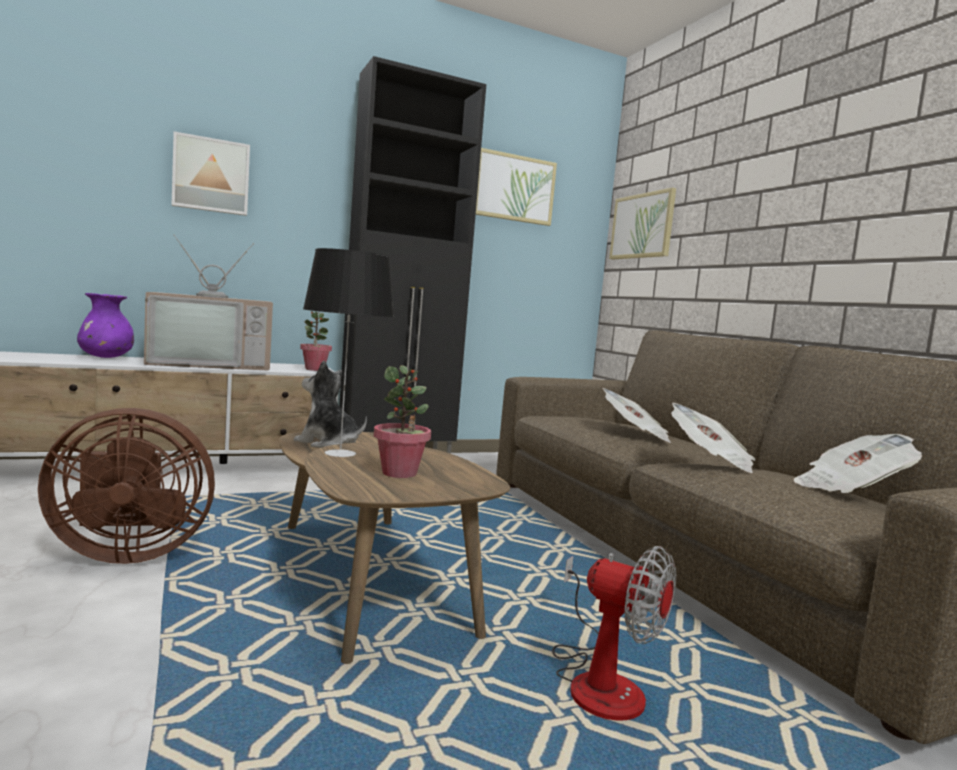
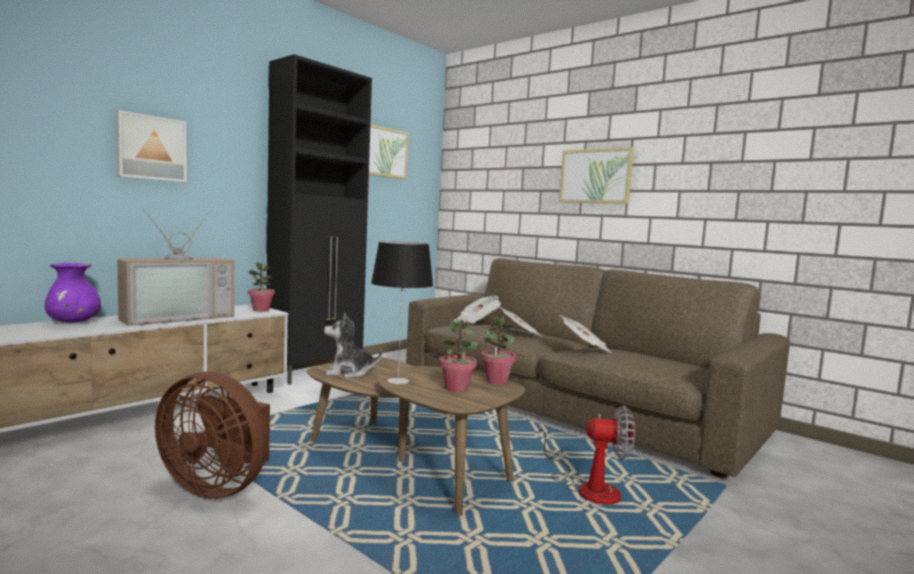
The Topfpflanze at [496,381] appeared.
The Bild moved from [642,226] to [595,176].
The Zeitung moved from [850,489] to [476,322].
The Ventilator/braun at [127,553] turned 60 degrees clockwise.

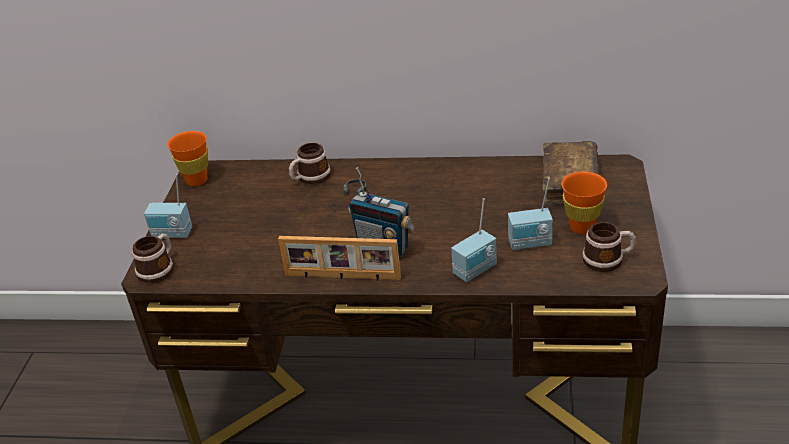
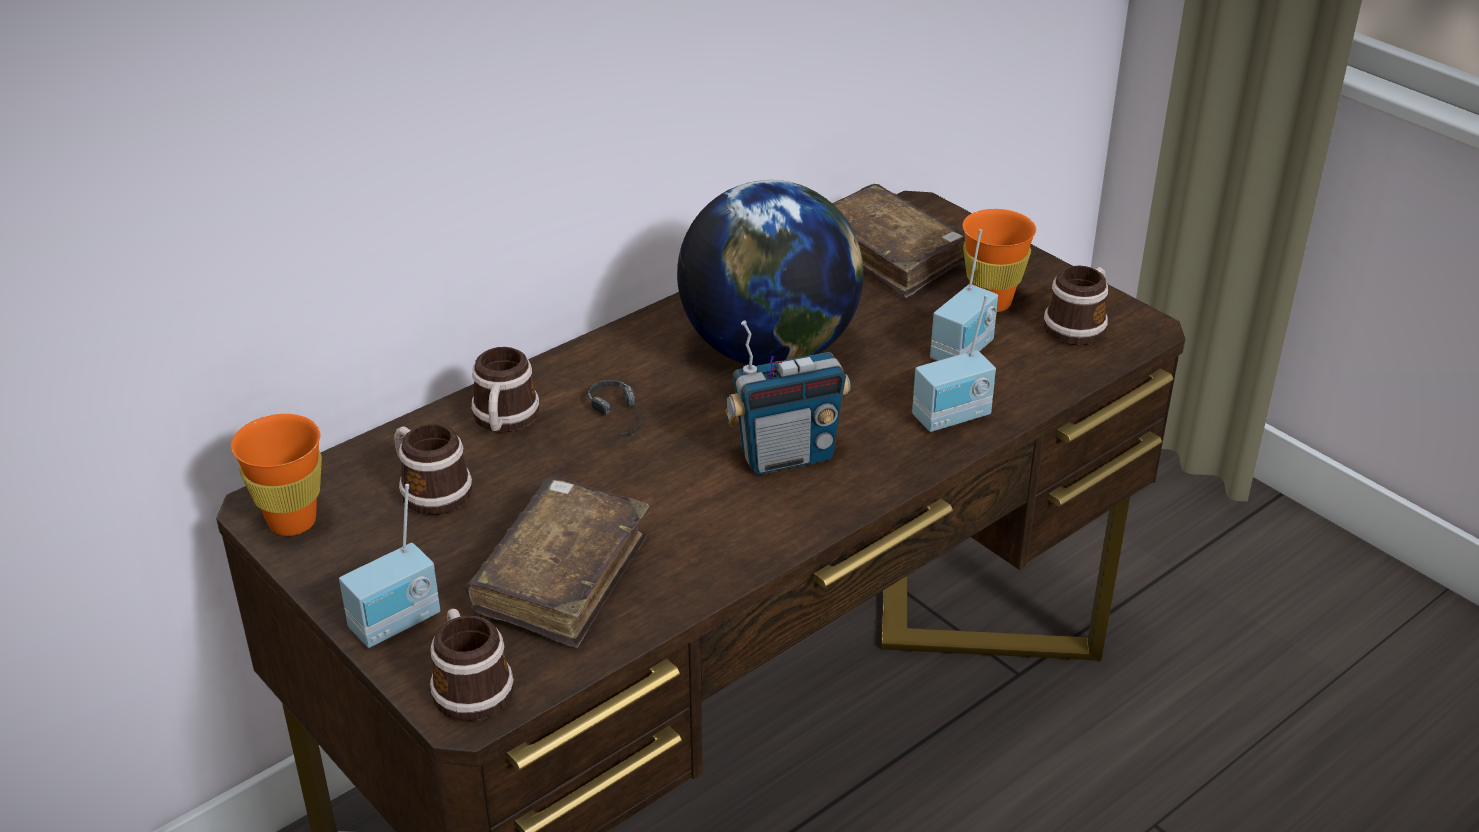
The Bilderrahmen at [342,277] disappeared.
The Henkelbecher at [430,489] appeared.
The Buch/braun at [562,577] appeared.
The Globus at [769,351] appeared.
The Radio at [476,270] turned 60 degrees clockwise.

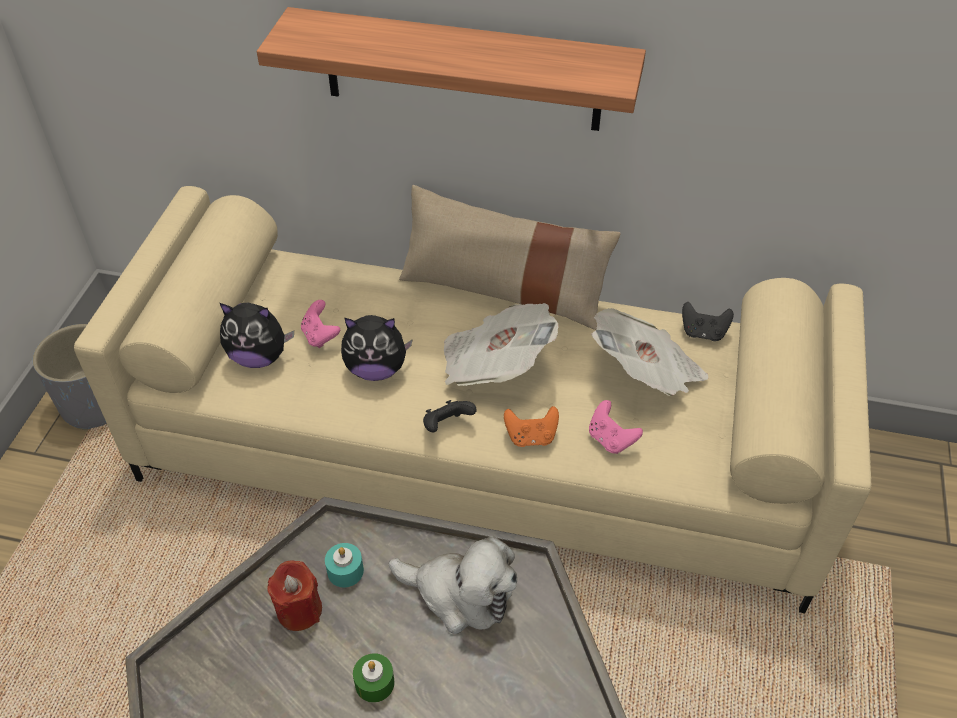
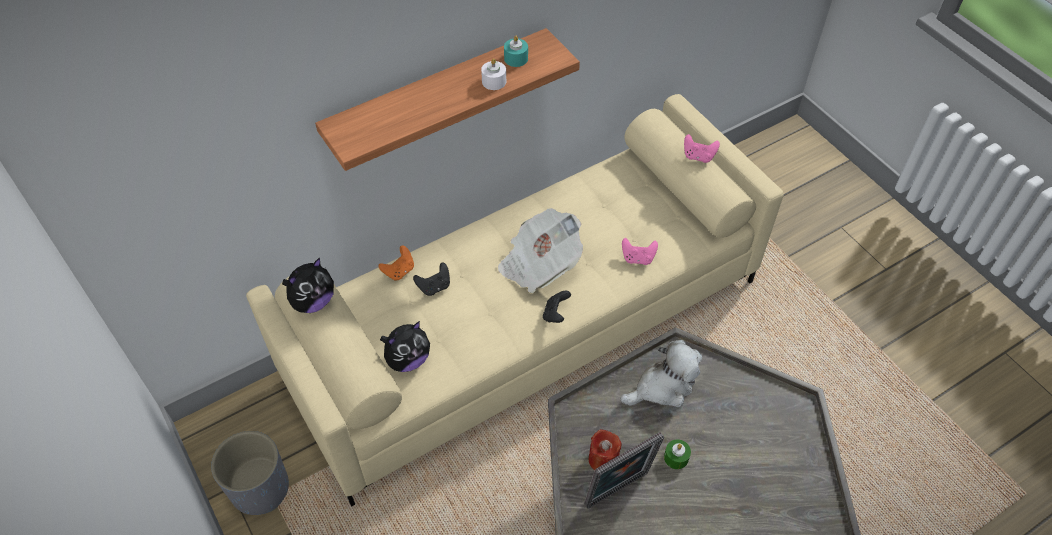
The Kissen/beige at [504,289] disappeared.
The Zeitung at [646,374] disappeared.
The Kerze/weiß at [494,81] appeared.
The Bilderrahmen at [618,492] appeared.
The Gamepad/rosa moved from [320,336] to [698,156].
The Kerze/türkis moved from [345,571] to [516,58].
The Plüschtier moved from [376,369] to [313,302].
The Gamepad/orange moved from [531,437] to [399,271].
The Gamepad/schwarz moved from [703,333] to [434,287].

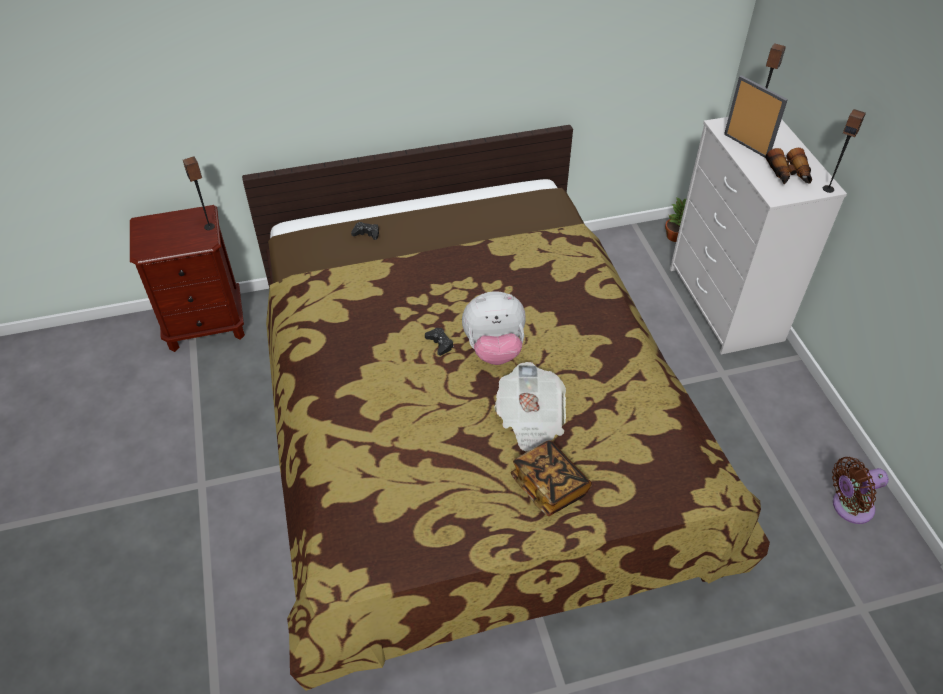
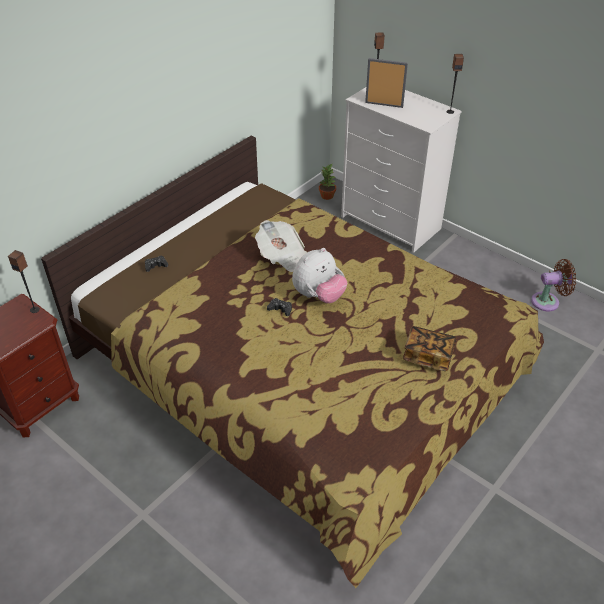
The Fernglas at [788,175] disappeared.
The Zeitung moved from [530,419] to [281,256].
The Ventilator/braun at [848,507] turned 135 degrees counterclockwise.

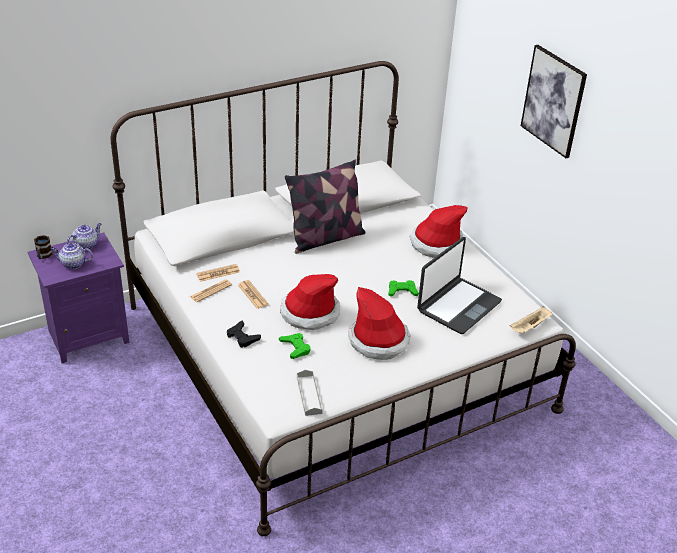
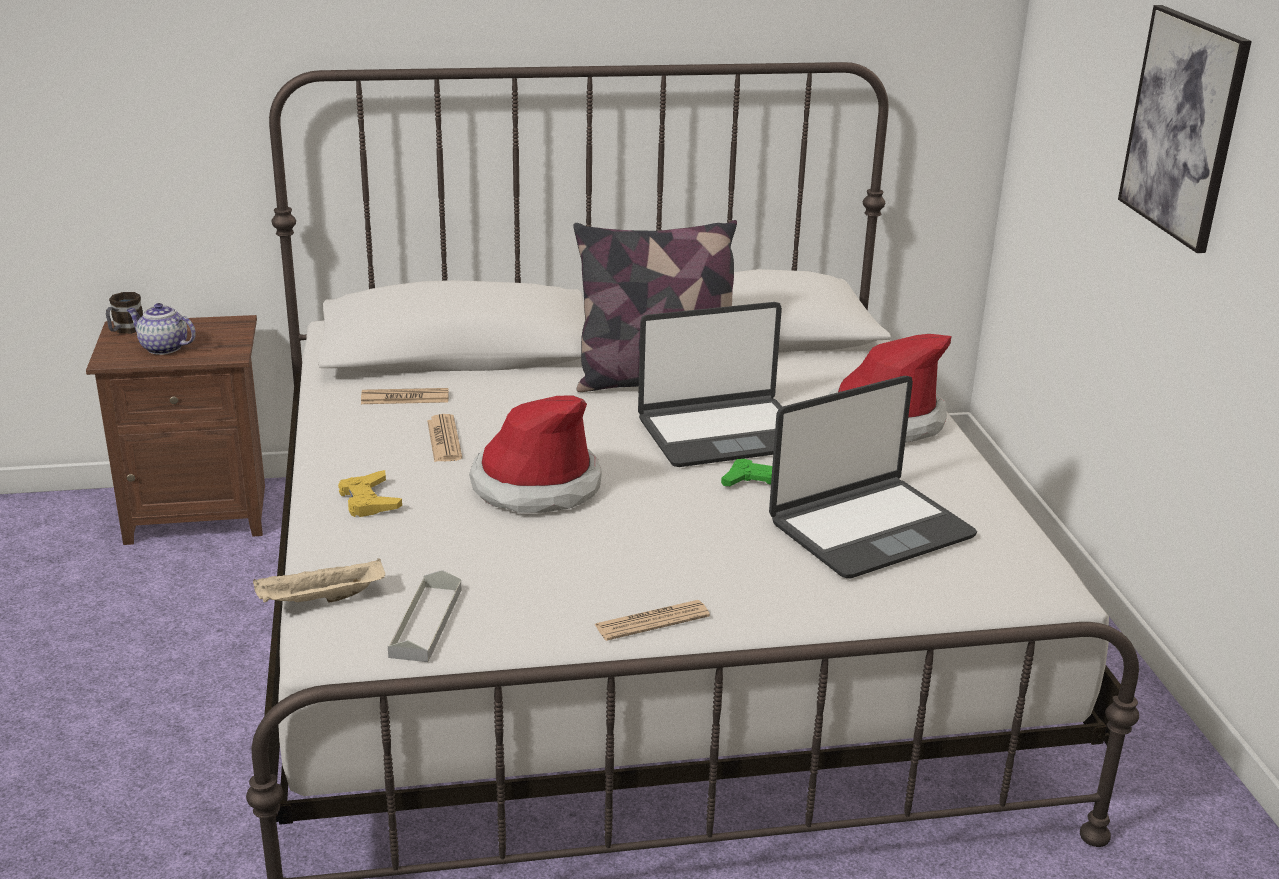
The Teekanne at [86,245] disappeared.
The Gamepad/grün at [295,348] disappeared.
The Hut at [378,341] disappeared.
The Laptop at [723,433] appeared.
The Zeitung moved from [211,291] to [652,621].
The Tablett/beige moved from [530,327] to [320,600].
The Nachttisch/lila at [87,336] became the Nachttisch/braun at [198,512].
The Gamepad/schwarz at [242,337] became the Gamepad/gelb at [369,500].

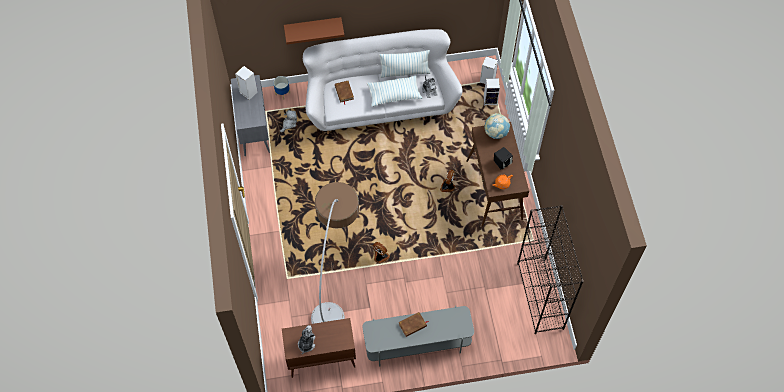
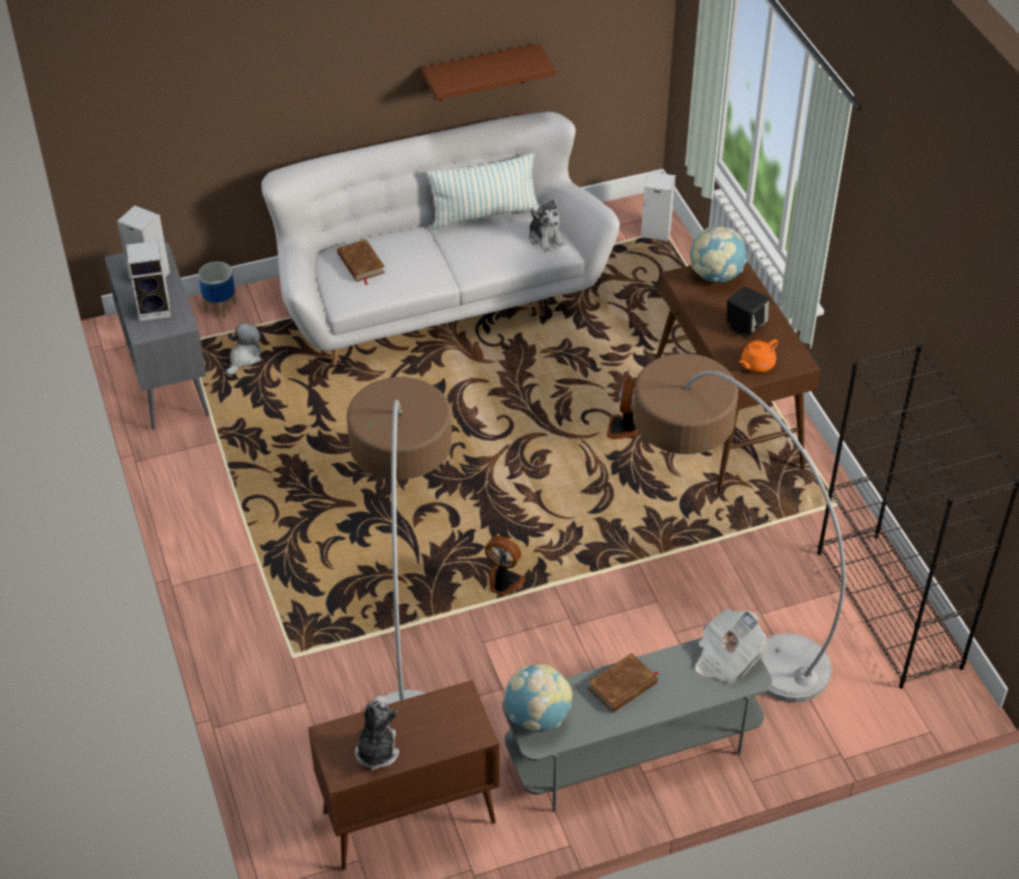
The Kissen at [394,95] disappeared.
The Globus at [537,717] appeared.
The Stehlampe at [718,600] appeared.
The Zeitung at [727,658] appeared.
The Wandregal/braun moved from [313,27] to [481,73].
The Lautsprecher moved from [490,100] to [155,308].

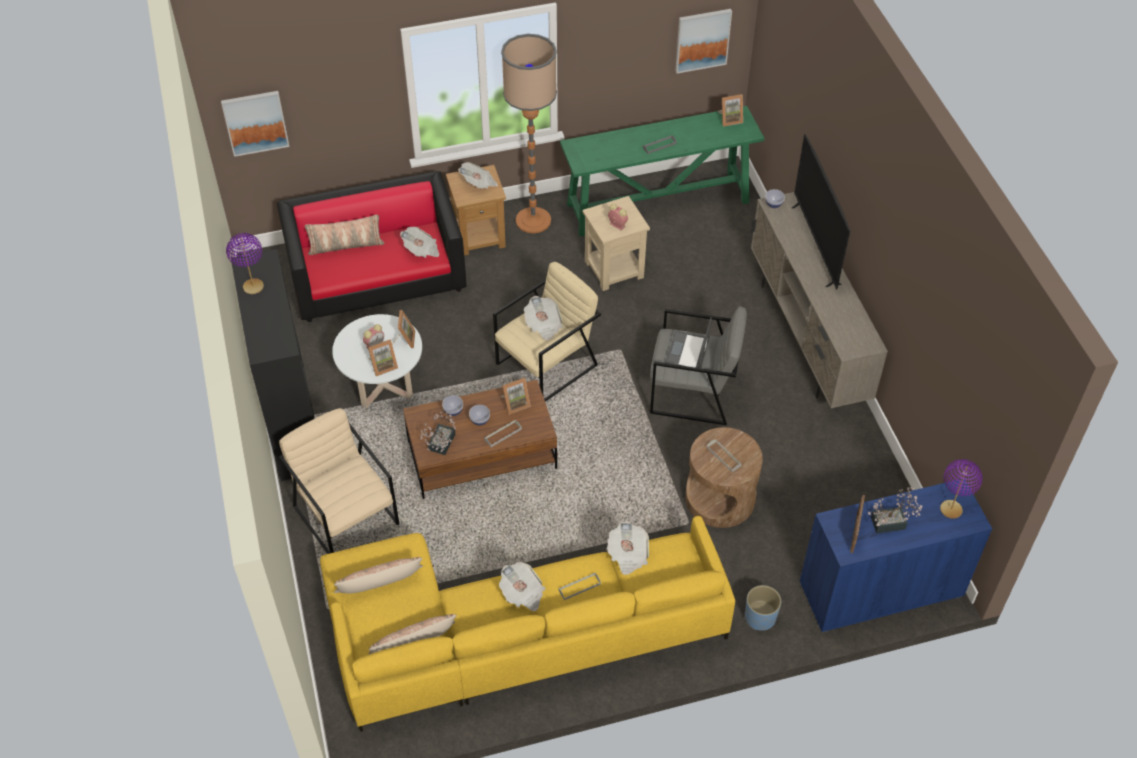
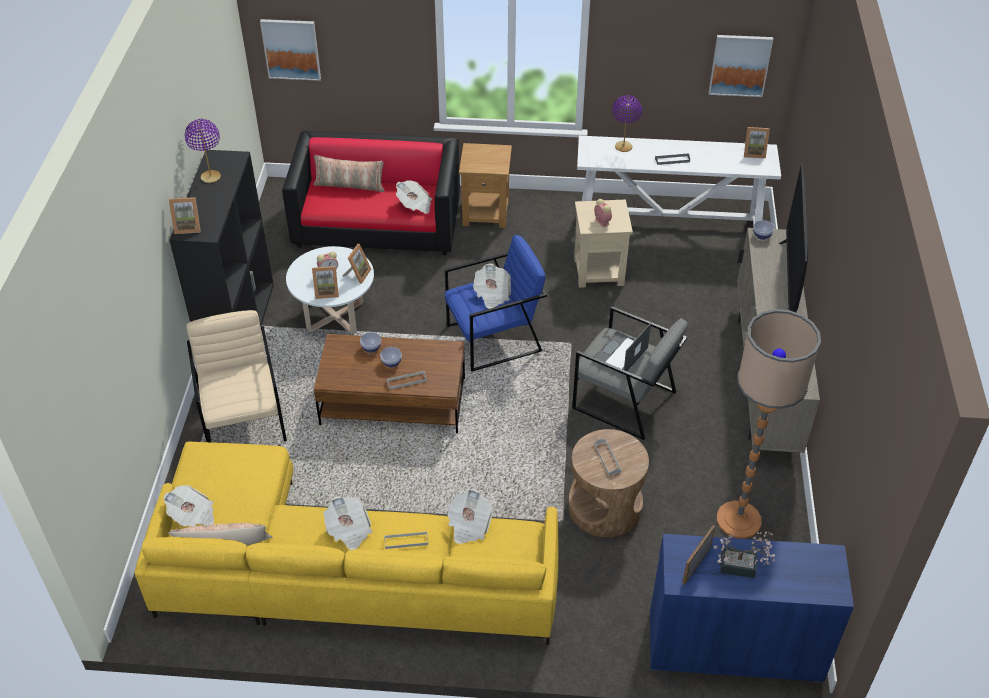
The Kissen at [380,585] disappeared.
The Topfpflanze at [440,445] disappeared.
The Pflanzkübel/blau at [760,618] disappeared.
The Zeitung moved from [479,183] to [193,515].
The Stehlampe moved from [533,220] to [738,520].
The Bilderrahmen moved from [515,404] to [188,227].
The Tischlampe/lila moved from [951,509] to [623,147].
The Sessel/beige at [547,364] became the Sessel/blau at [494,338].
The Konsolentisch/grün at [659,203] became the Konsolentisch/weiß at [669,224].

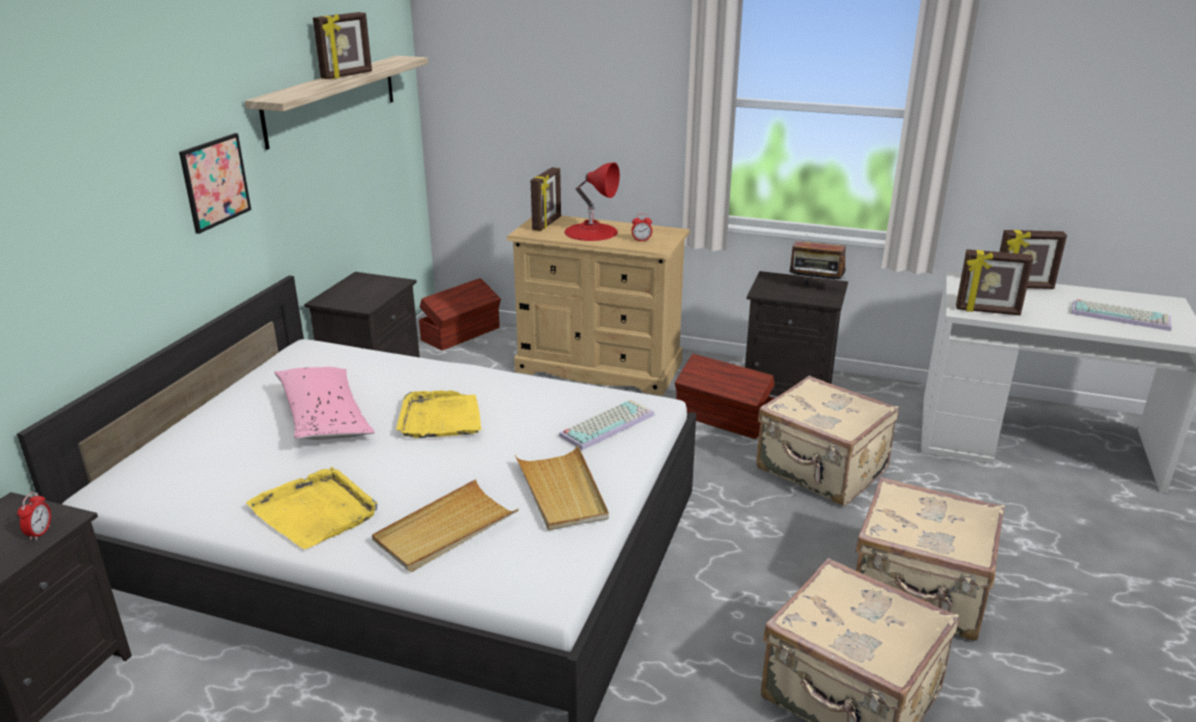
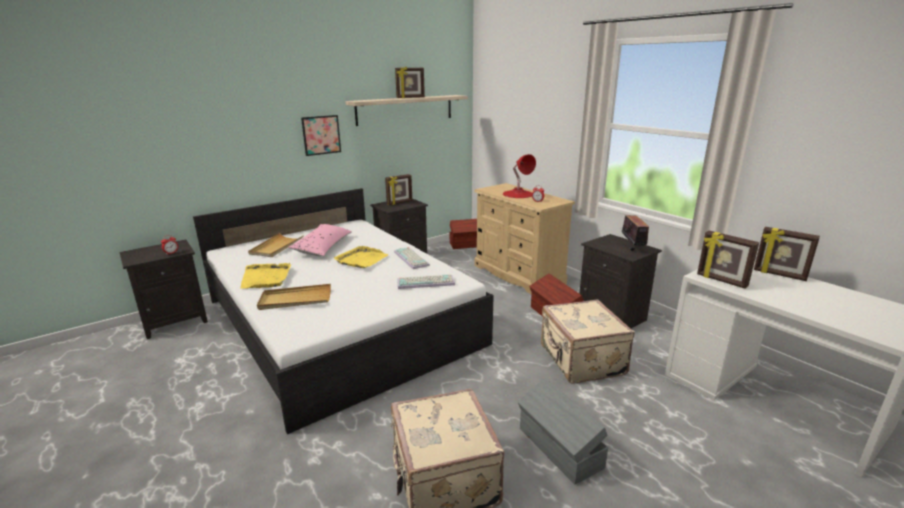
The Tablett/beige moved from [562,491] to [276,247].
The Bilderrahmen moved from [547,223] to [400,203].
The Tastatur moved from [1121,316] to [412,258].
The Koffer/beige at [920,593] was replaced by the Aufbewahrungsbox/grau at [559,448].
The Radio at [815,287] turned 150 degrees counterclockwise.

